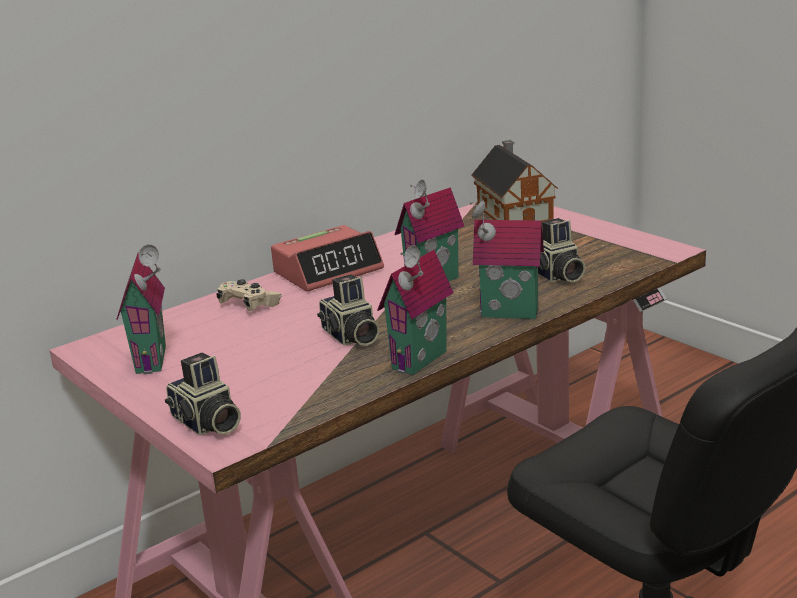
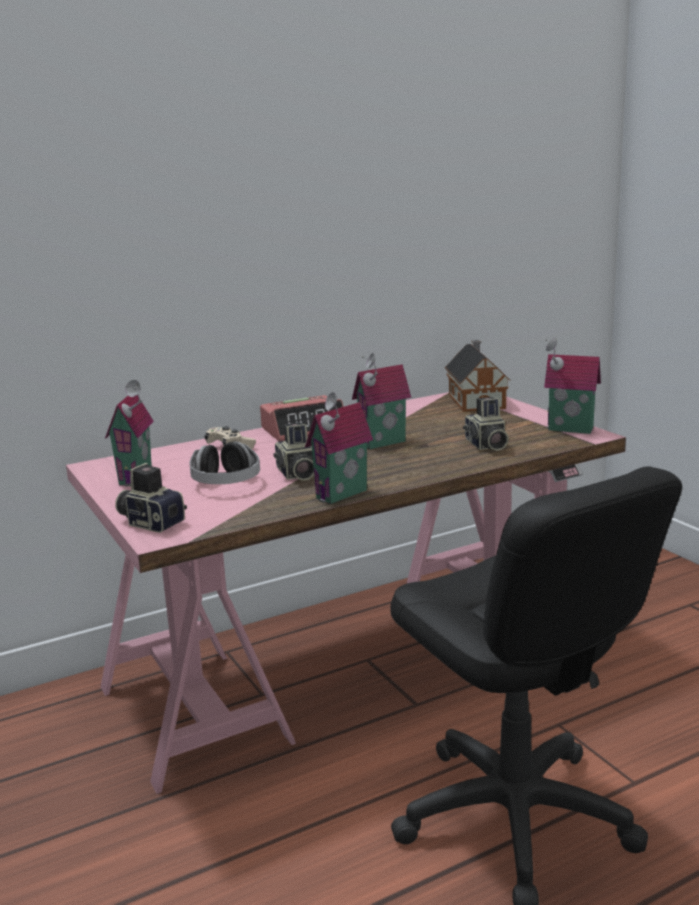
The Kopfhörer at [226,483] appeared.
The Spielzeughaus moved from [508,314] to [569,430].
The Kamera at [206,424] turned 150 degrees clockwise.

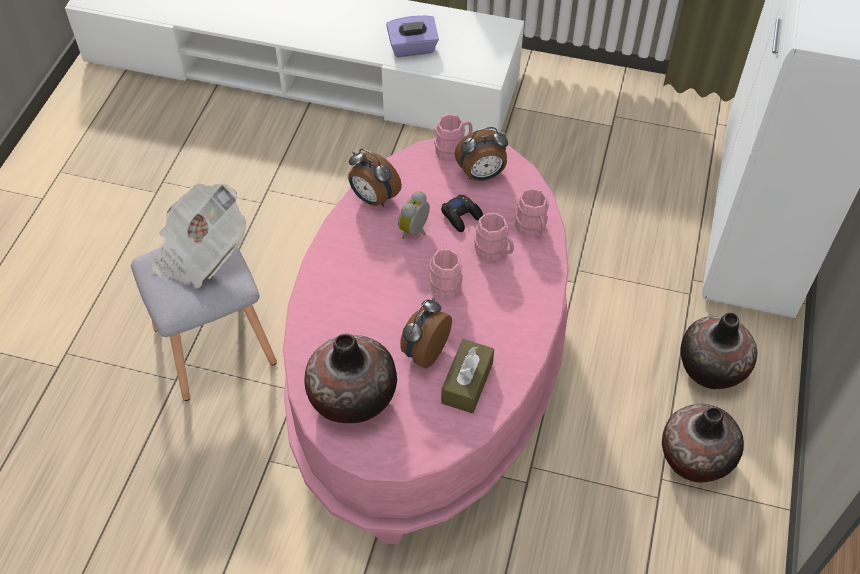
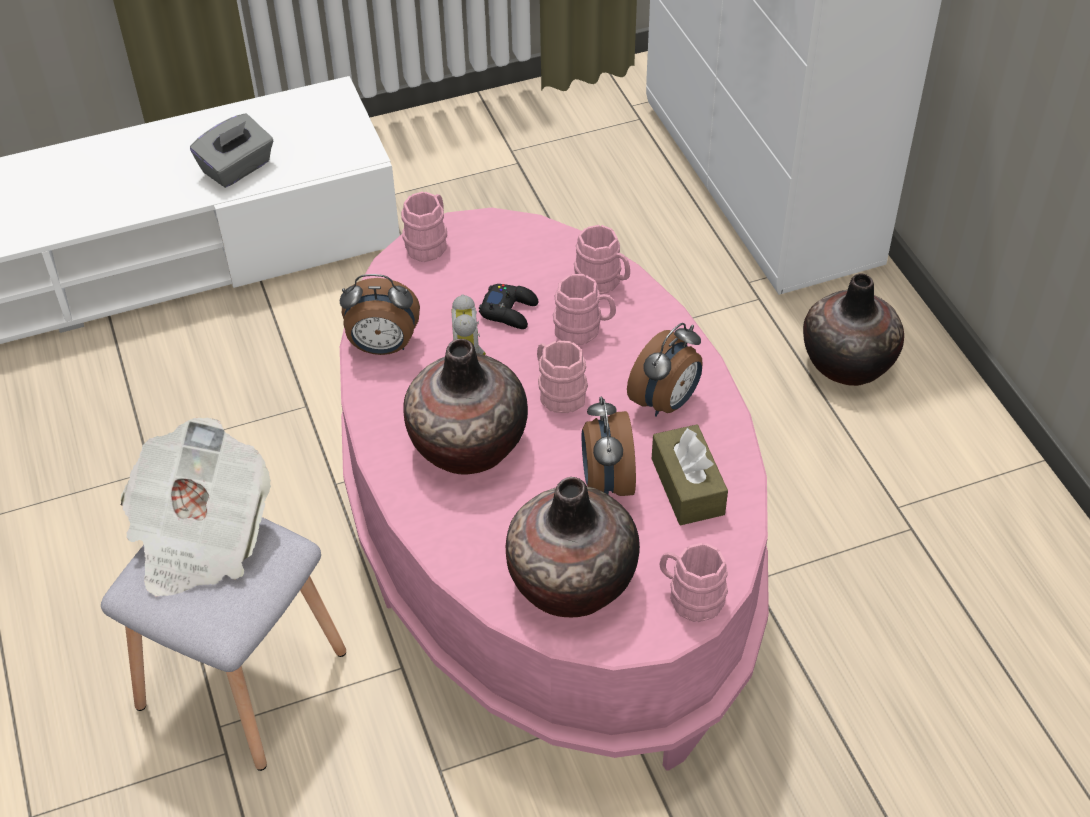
The Henkelbecher/rosa at [690,597] appeared.
The Wecker moved from [482,175] to [666,402].
The Vase moved from [695,457] to [467,444].
The Taschentuchbox/lila at [413,48] became the Taschentuchbox/grau at [237,168].

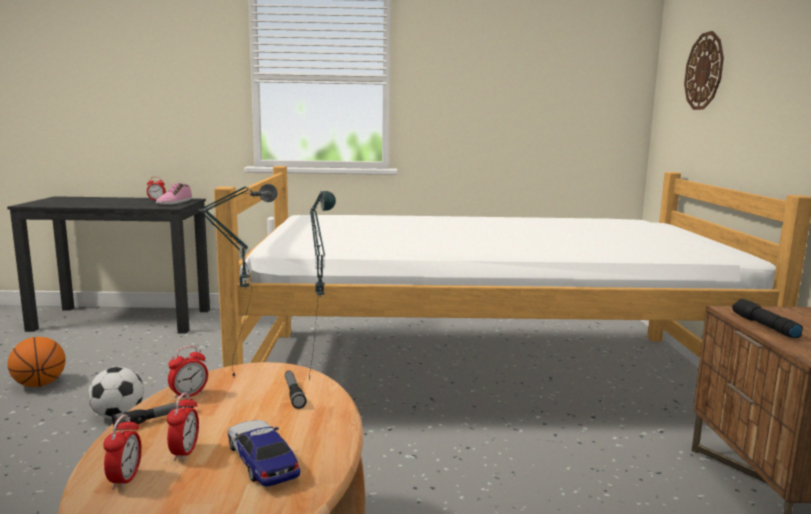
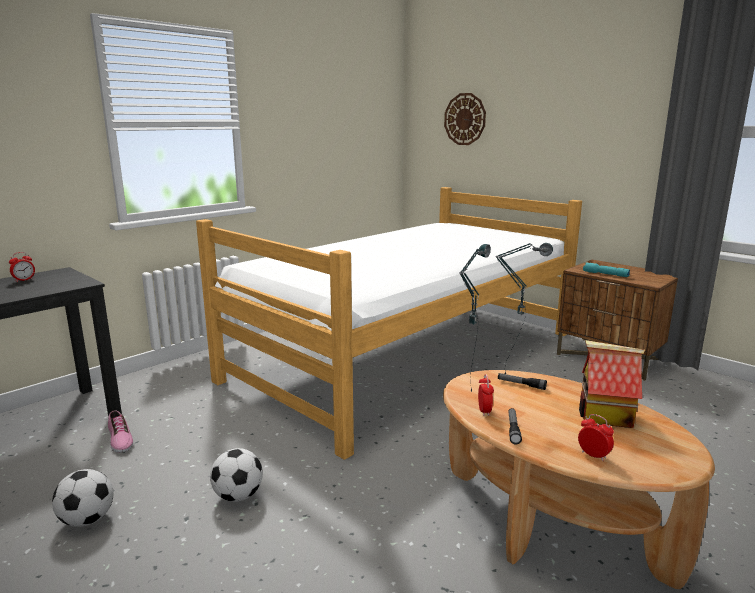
The Wecker at [185,452] disappeared.
The Schuh moved from [174,202] to [119,439].
The Basketball at [39,384] was replaced by the Fußball at [87,520].
The Spielzeugauto at [262,460] was replaced by the Spielzeughaus at [604,416].
The Taschenlampe/schwarz at [763,326] became the Taschenlampe/türkis at [605,274].

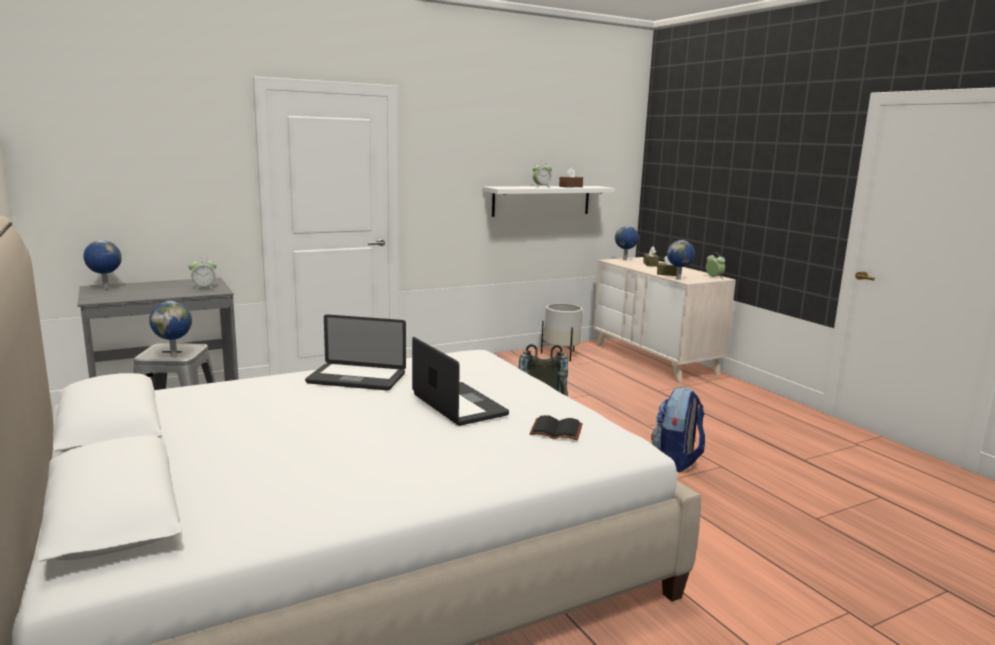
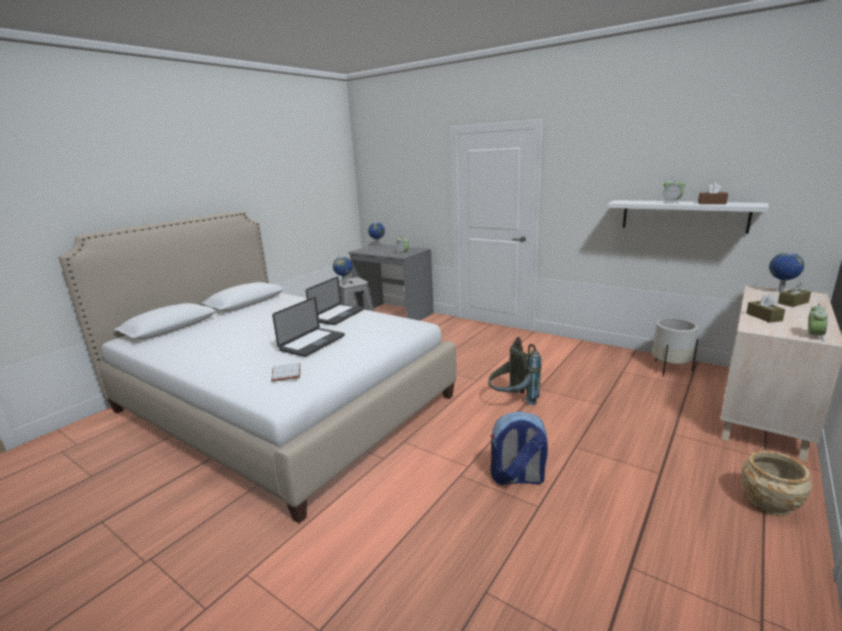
The Globus at [679,279] disappeared.
The Pflanzkübel/beige at [769,502] appeared.
The Buch/schwarz at [555,431] became the Buch/weiß at [285,373].
The Laptop at [356,378] turned 135 degrees counterclockwise.

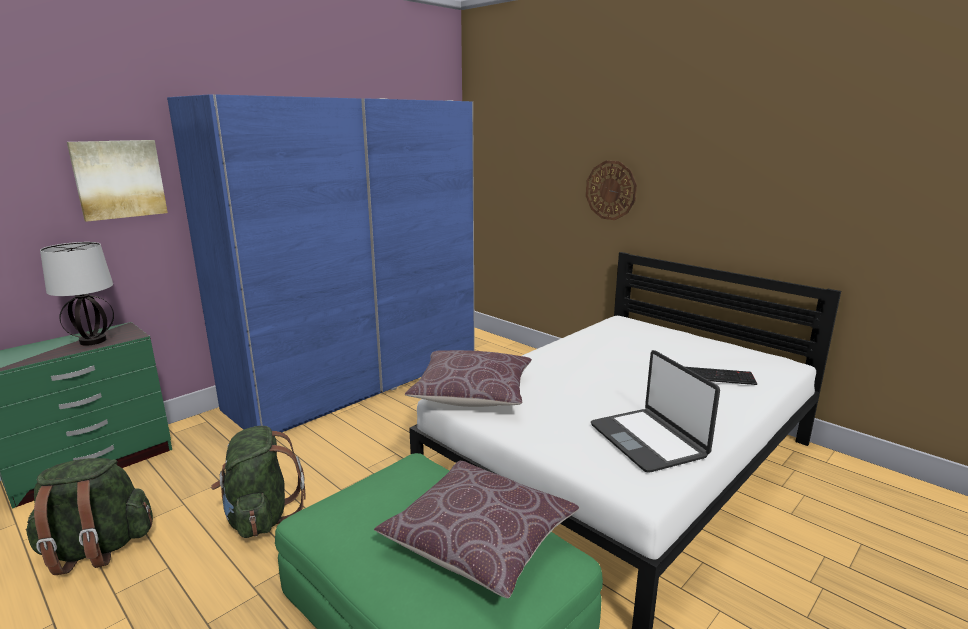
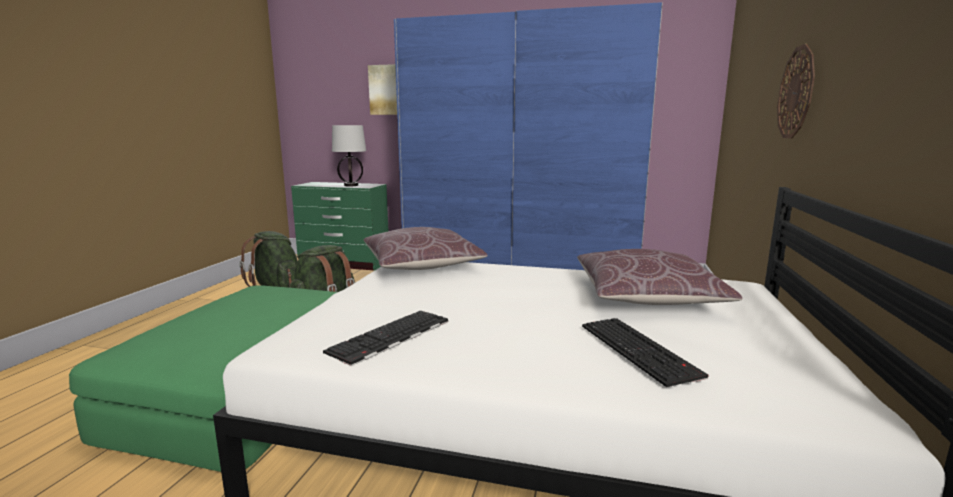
The Kissen/braun moved from [479,540] to [646,297].
The Laptop at [648,440] was replaced by the Tastatur at [390,337].

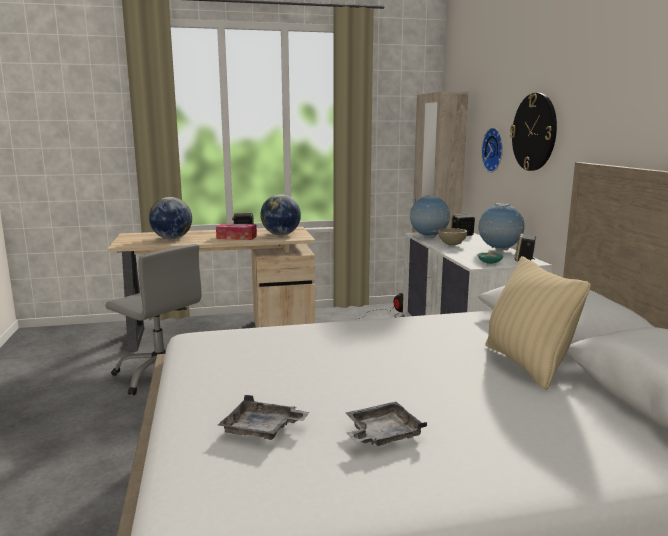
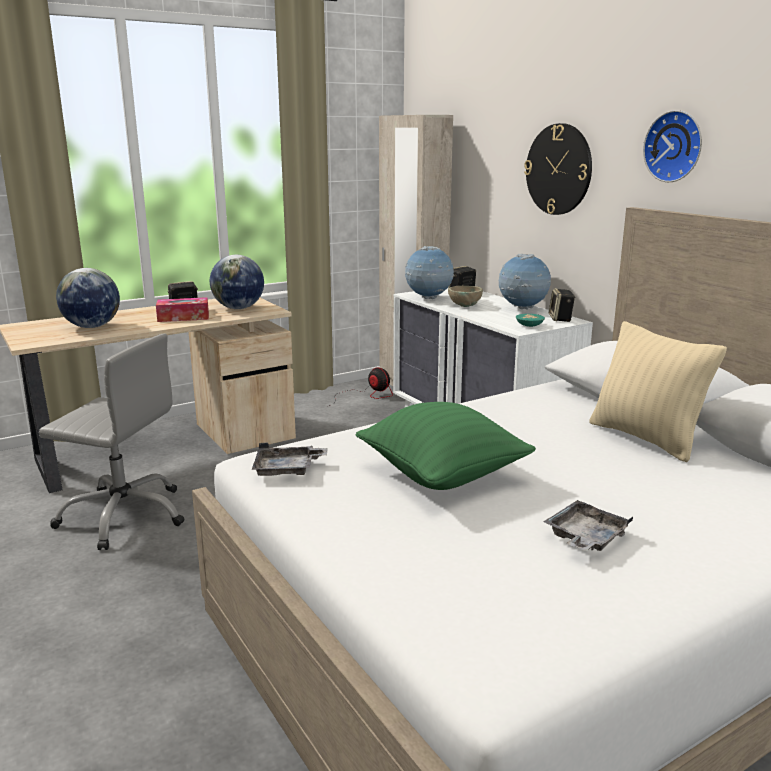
The Kissen/grün at [442,475] appeared.
The Tablett/grau moved from [262,429] to [287,470].
The Wanduhr moved from [495,150] to [675,146].

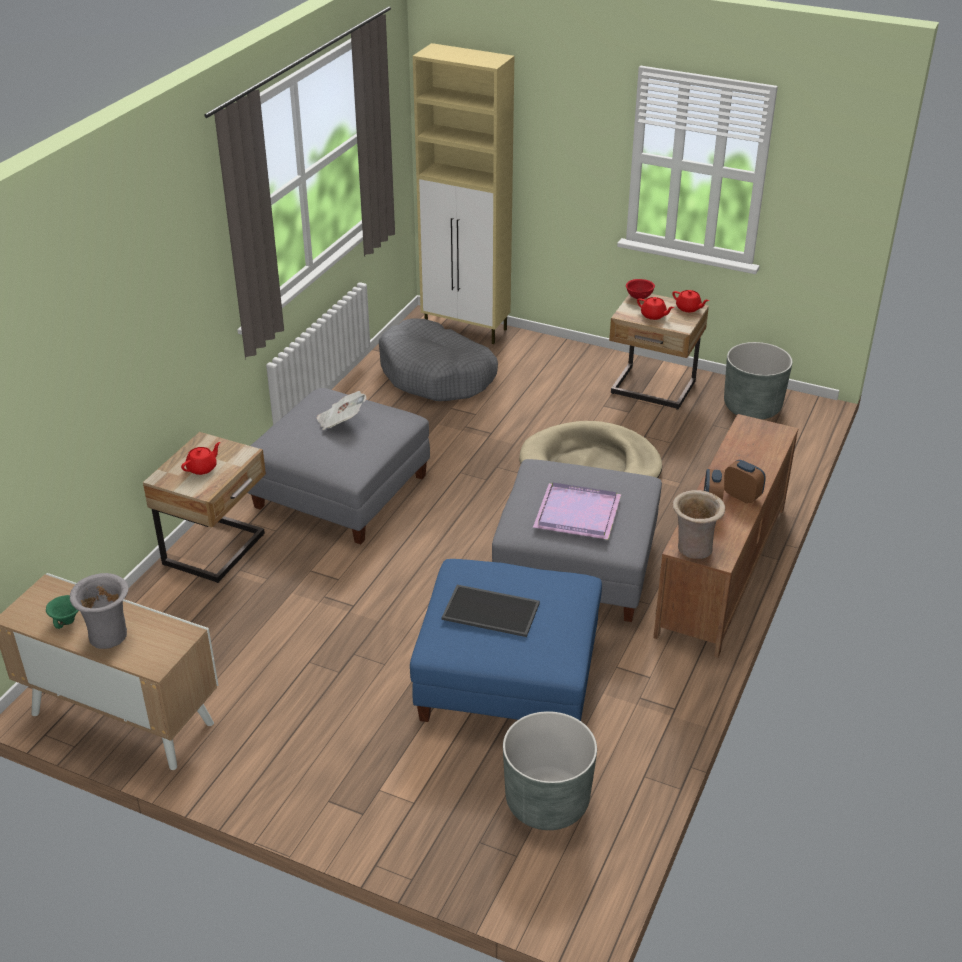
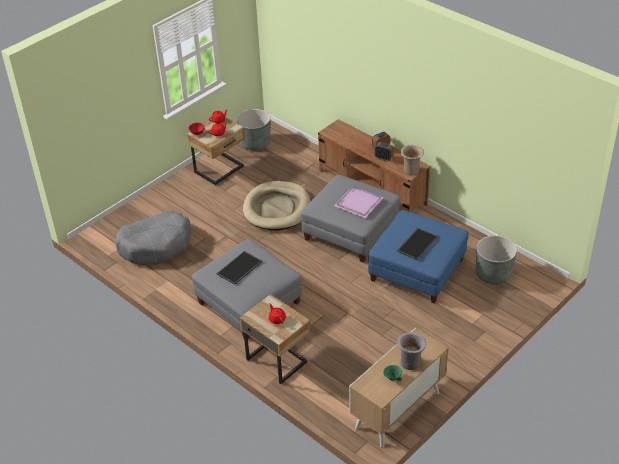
The Schrank/beige at [466,329] disappeared.
The Zeitung at [341,421] was replaced by the Tablett at [239,268].

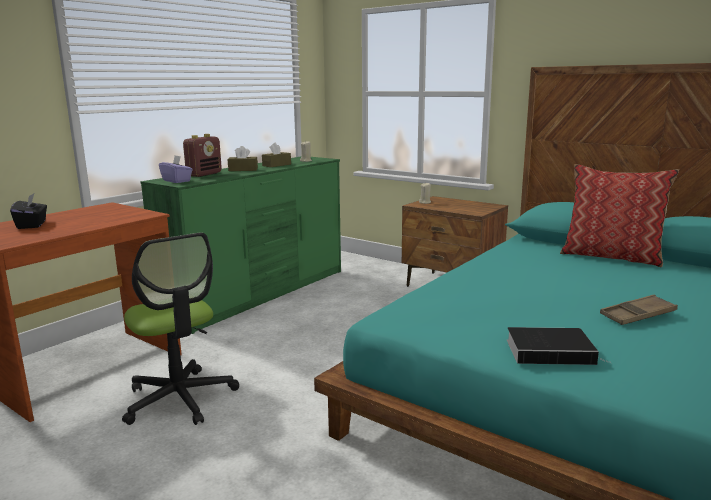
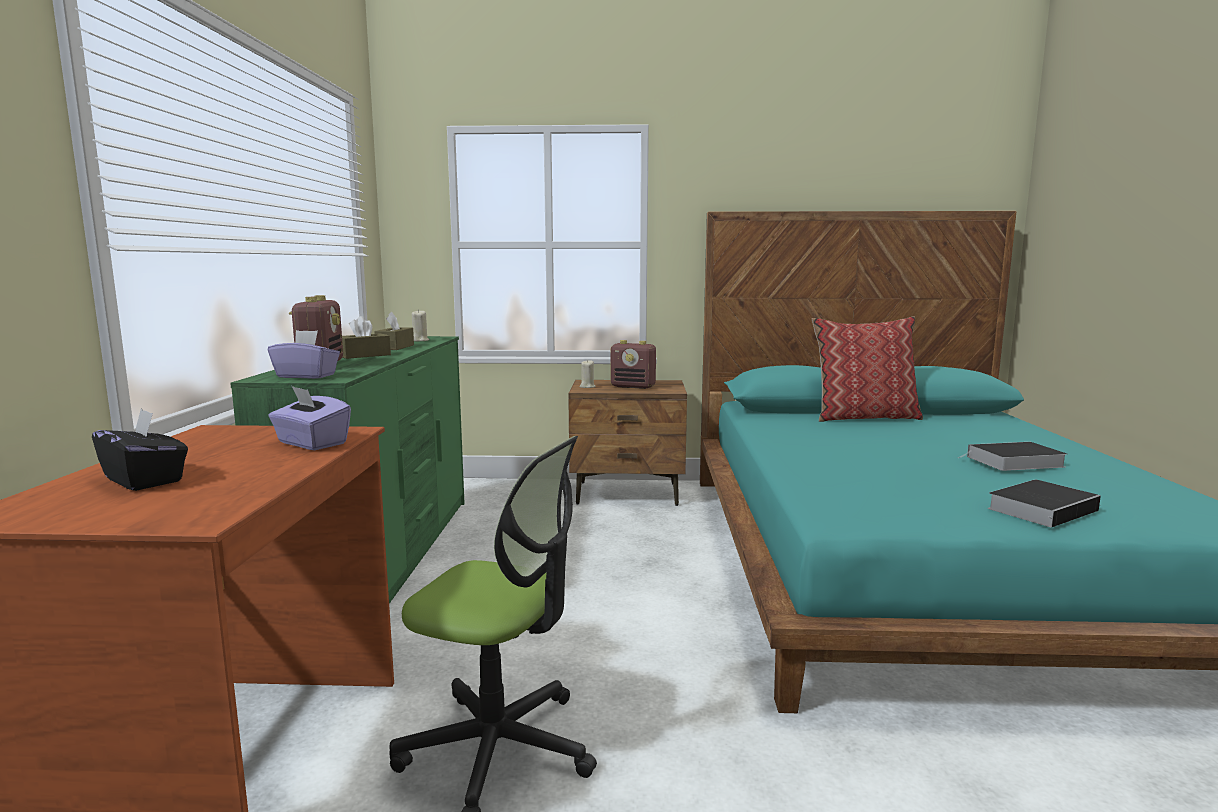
The Taschentuchbox/lila at [311,443] appeared.
The Radio at [633,386] appeared.
The Tablett/braun at [637,315] was replaced by the Buch at [1013,462].

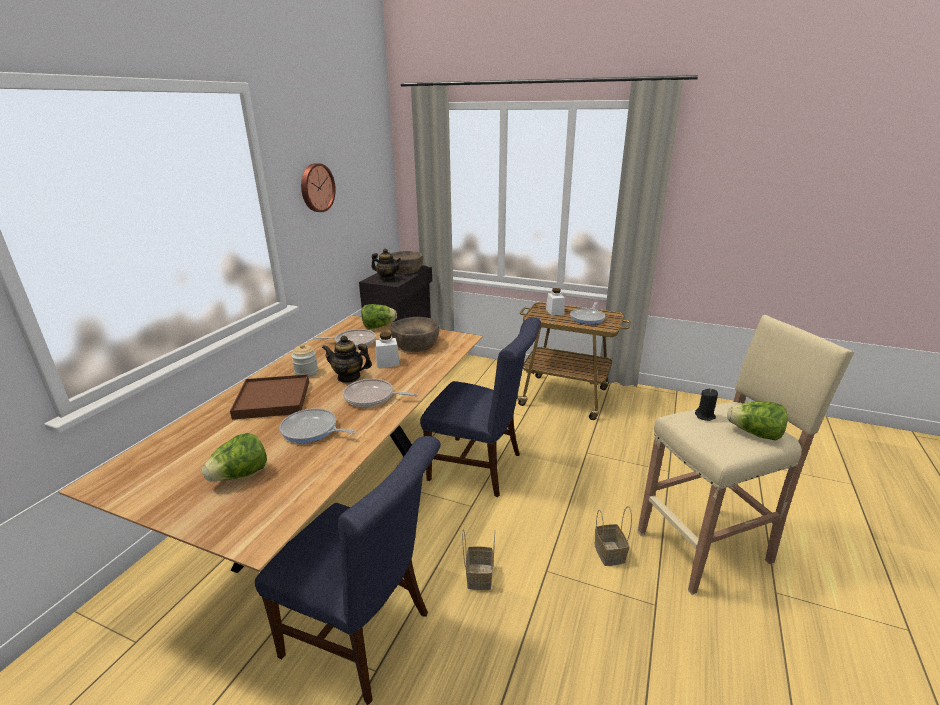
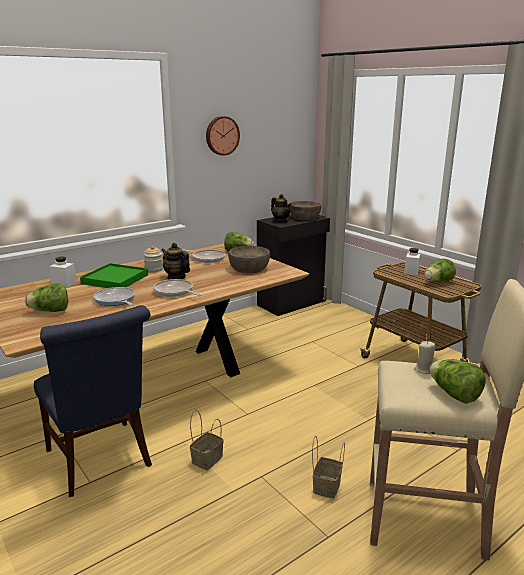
The Stuhl/blau at [481,467] disappeared.
The Vorratsglas/weiß moved from [387,363] to [64,283].
The Pfanne at [588,318] was replaced by the Salatkopf at [438,282].
The Tablett/braun at [272,400] became the Tablett/grün at [115,279].
The Kerze/schwarz at [705,416] became the Kerze/beige at [424,370].

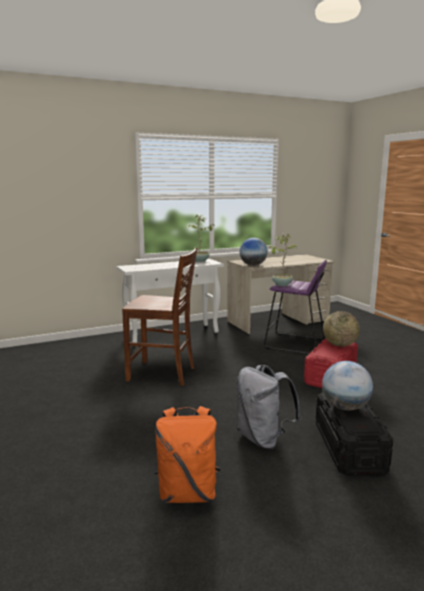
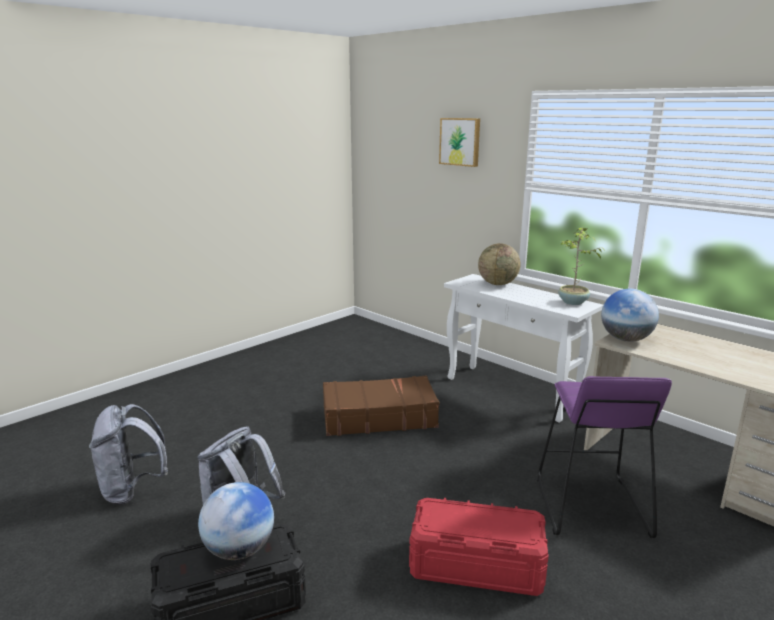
The Topfpflanze at [281,284] disappeared.
The Bild at [460,141] appeared.
The Globus moved from [339,345] to [497,284].
The Stuhl/braun at [163,374] was replaced by the Koffer/braun at [378,417].
The Rucksack/orange at [187,493] became the Rucksack/grau at [133,490].

